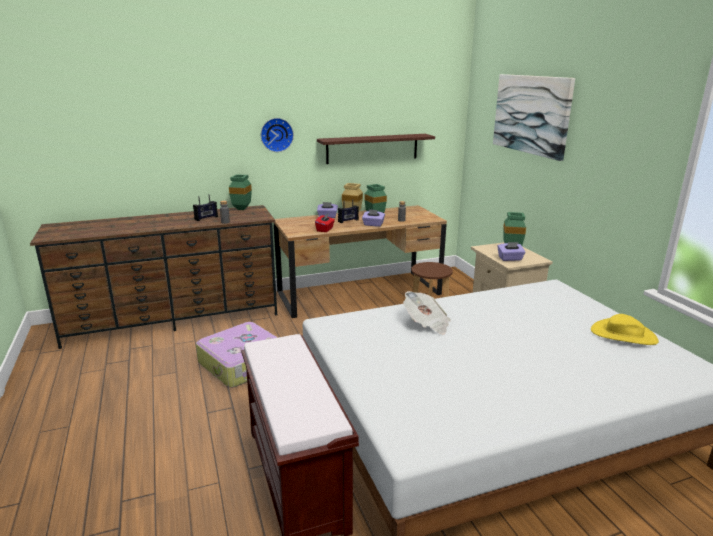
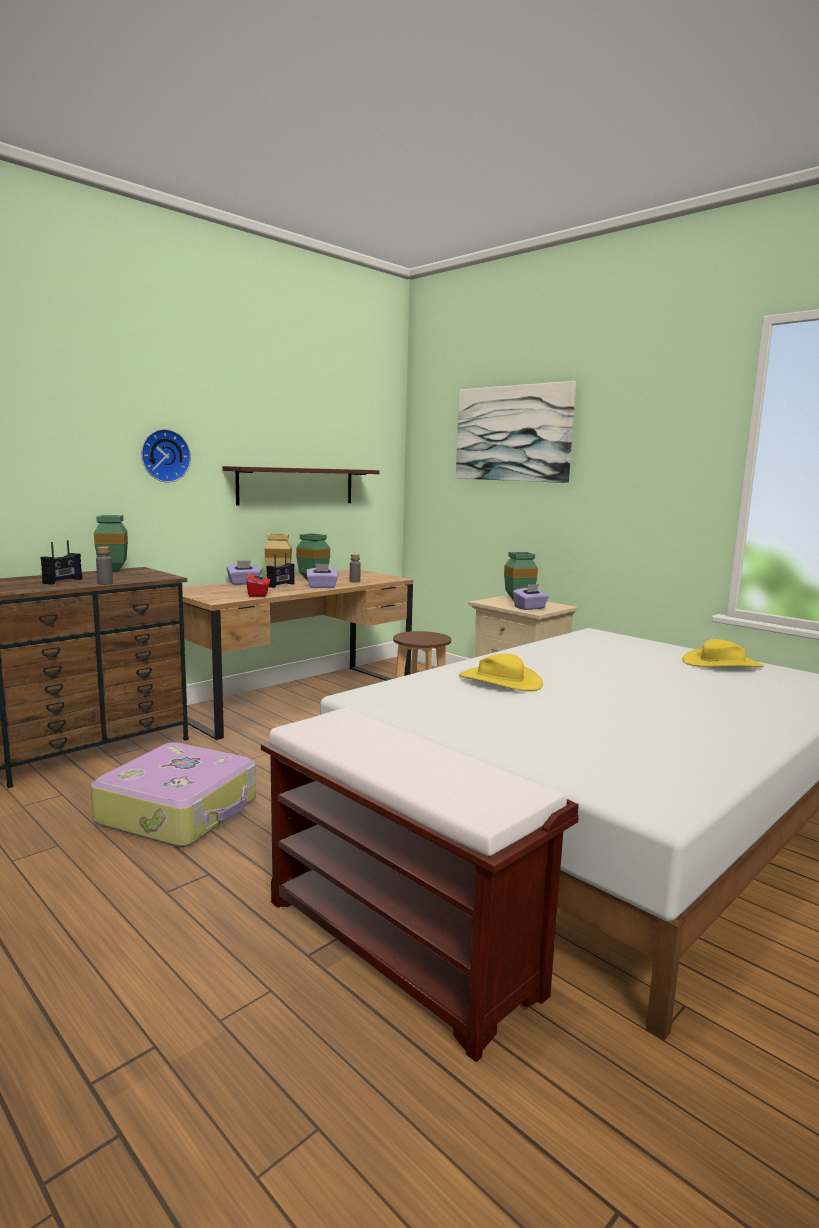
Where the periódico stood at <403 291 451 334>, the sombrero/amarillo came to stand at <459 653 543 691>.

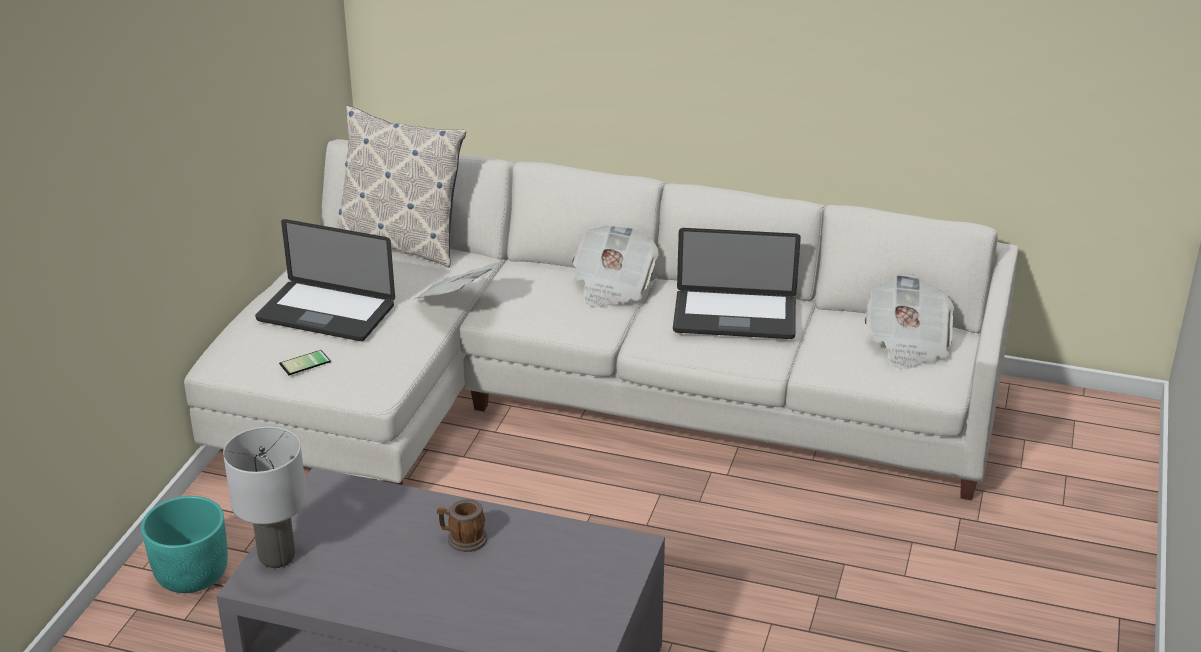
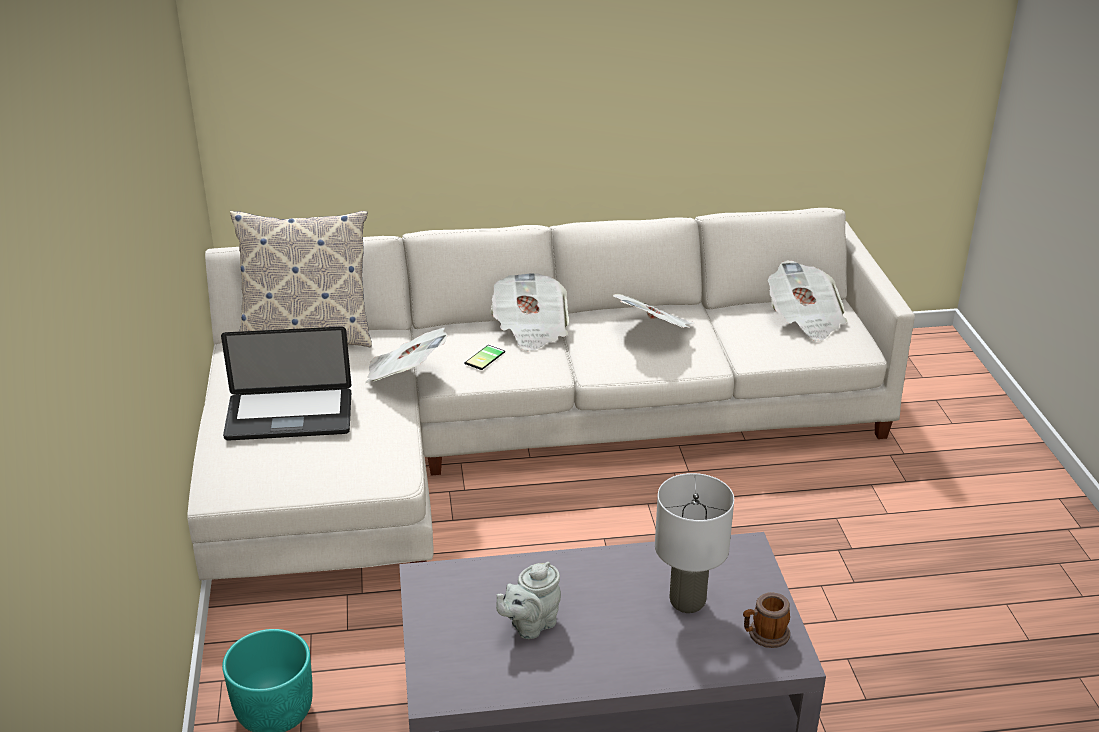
The lámpara de mesa/blanco ended up elsewhere, having gone from <223 426 307 568> to <655 473 734 613>. The móvil ended up elsewhere, having gone from <279 350 331 375> to <464 345 505 370>. The taza grande ended up elsewhere, having gone from <437 499 487 552> to <743 592 790 648>. Where the portátil stood at <673 228 801 339>, the periódico came to stand at <613 294 695 328>. The second view gained the tetera/gris at <496 562 561 639>.

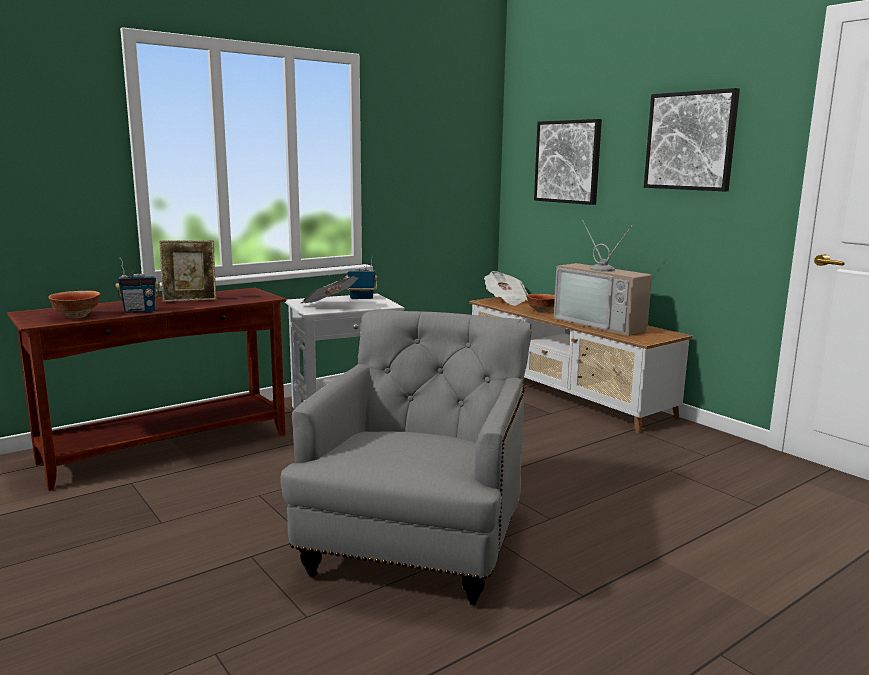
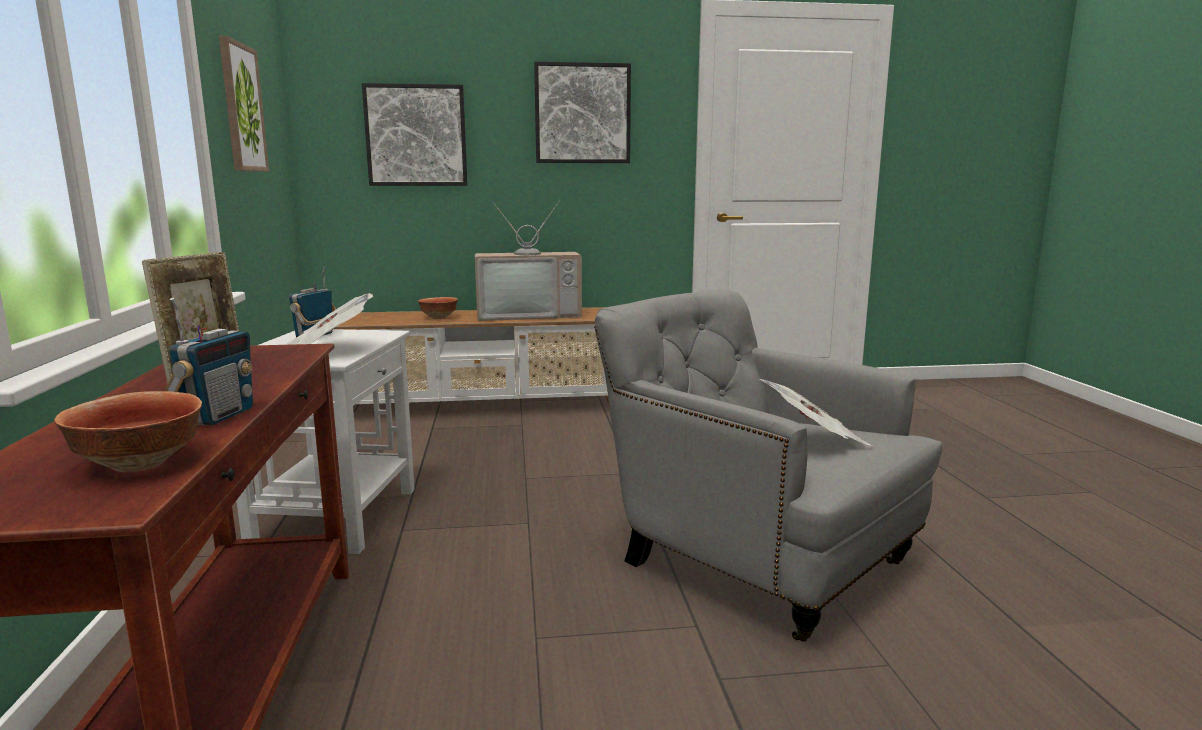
The periódico ended up elsewhere, having gone from <484 271 528 305> to <760 379 873 446>. The second view gained the cuadro at <219 35 269 171>.

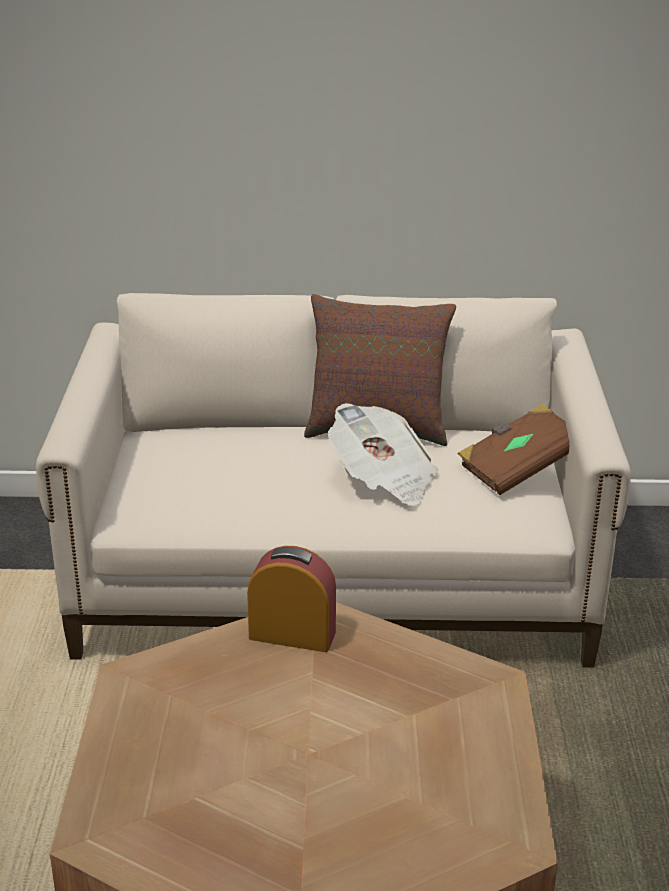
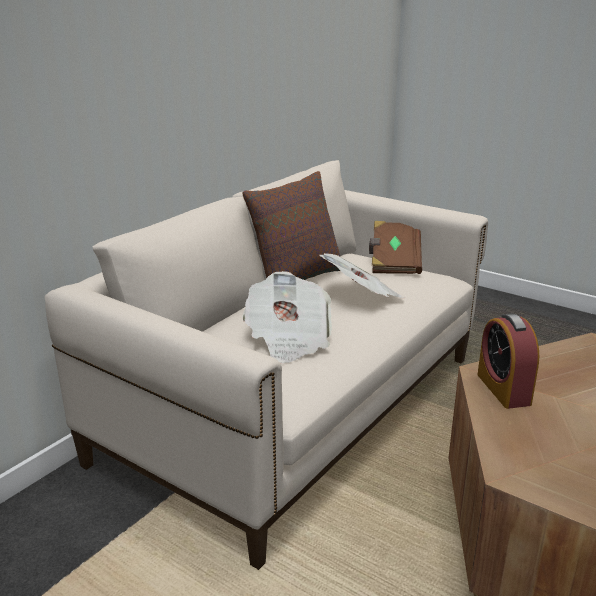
The despertador at <247 546 336 652> ended up facing another way, 60 degrees counterclockwise from before. The second view gained the periódico at <242 271 332 364>.

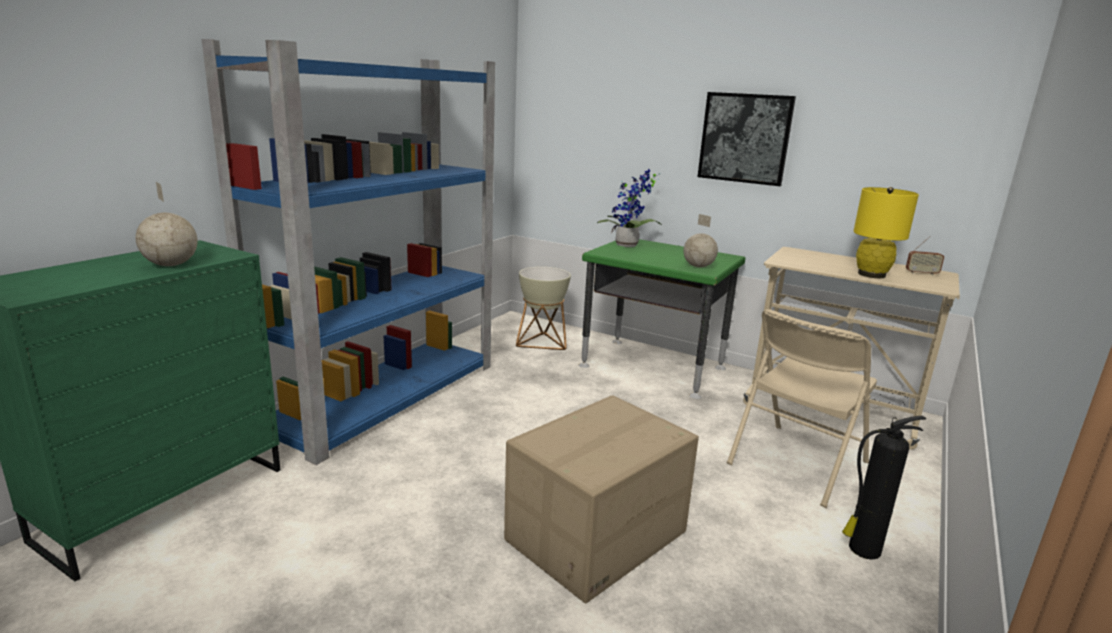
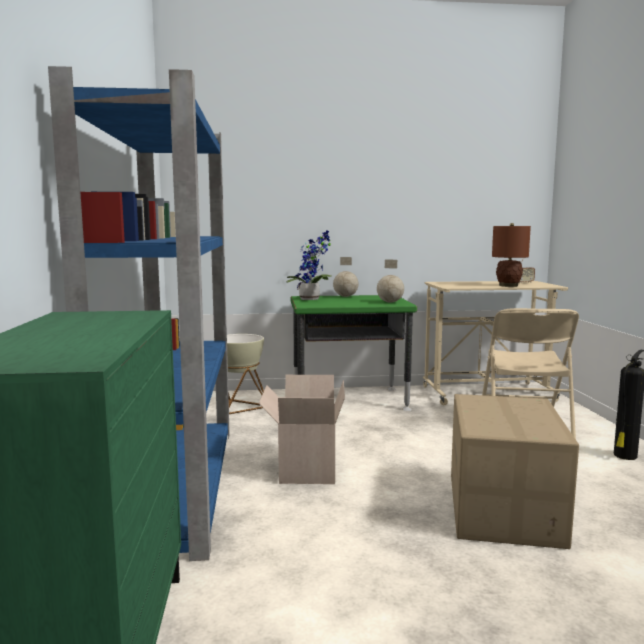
The globo terráqueo ended up elsewhere, having gone from <136 182 198 266> to <333 257 359 297>. The second view lost the cuadro at <698 92 796 186>. What was the lámpara de mesa/amarillo at <853 187 919 278> turned into the lámpara de mesa/marrón at <492 223 531 287>. The second view gained the caja de cartón at <259 375 345 484>.

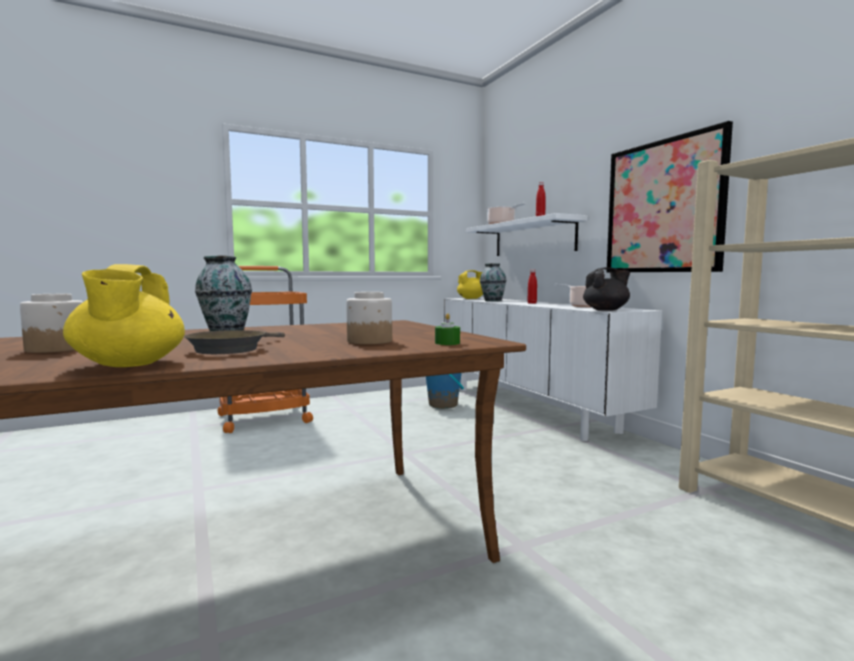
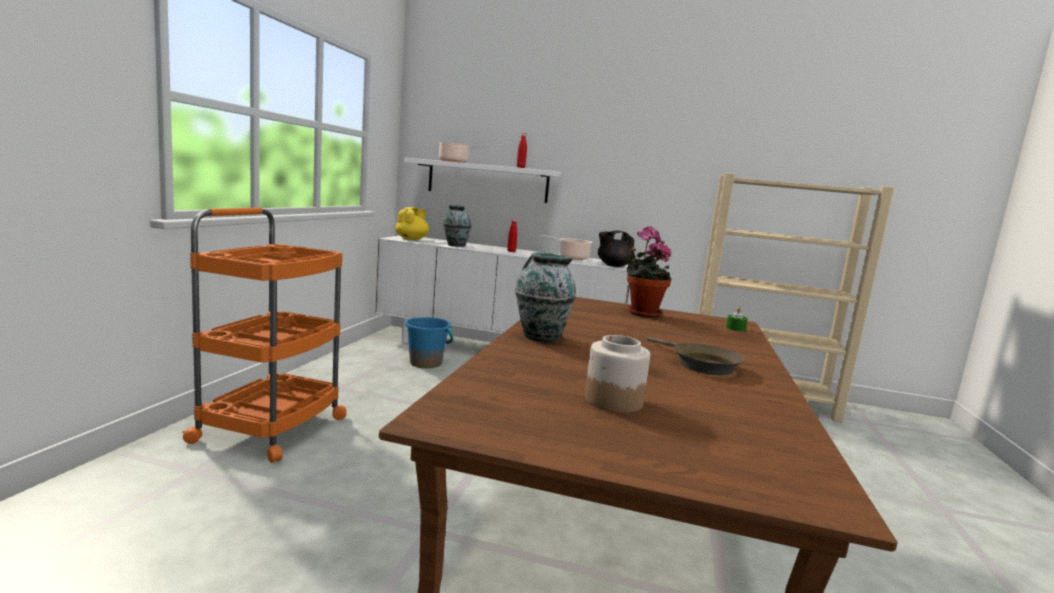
The second view lost the tetera/amarillo at <63 264 185 367>. The second view lost the tarro at <346 292 392 344>. The tetera/negro at <583 267 630 311> ended up facing another way, 135 degrees counterclockwise from before. The second view lost the cuadro at <607 121 733 273>. The second view gained the planta en maceta at <623 226 672 318>.

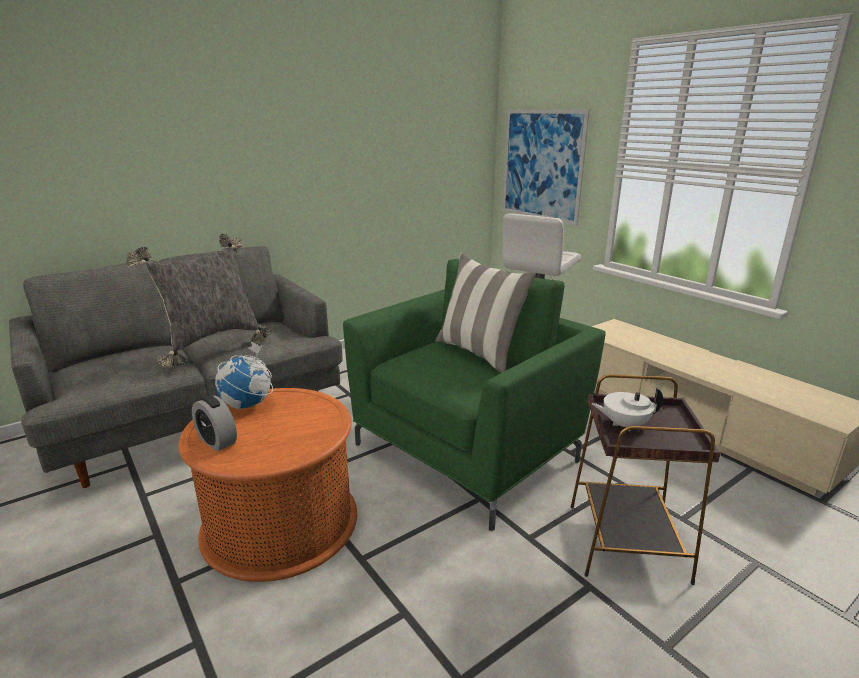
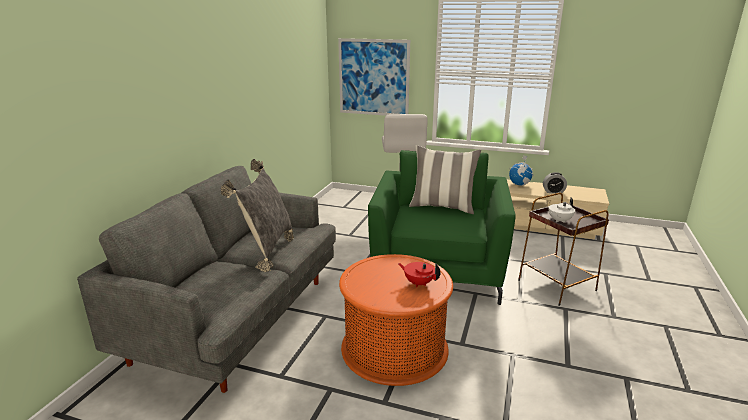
The despertador ended up elsewhere, having gone from <192 395 237 451> to <543 172 567 193>. The globo terráqueo ended up elsewhere, having gone from <215 341 273 409> to <509 155 534 186>. The second view gained the tetera/rojo at <398 262 441 287>.

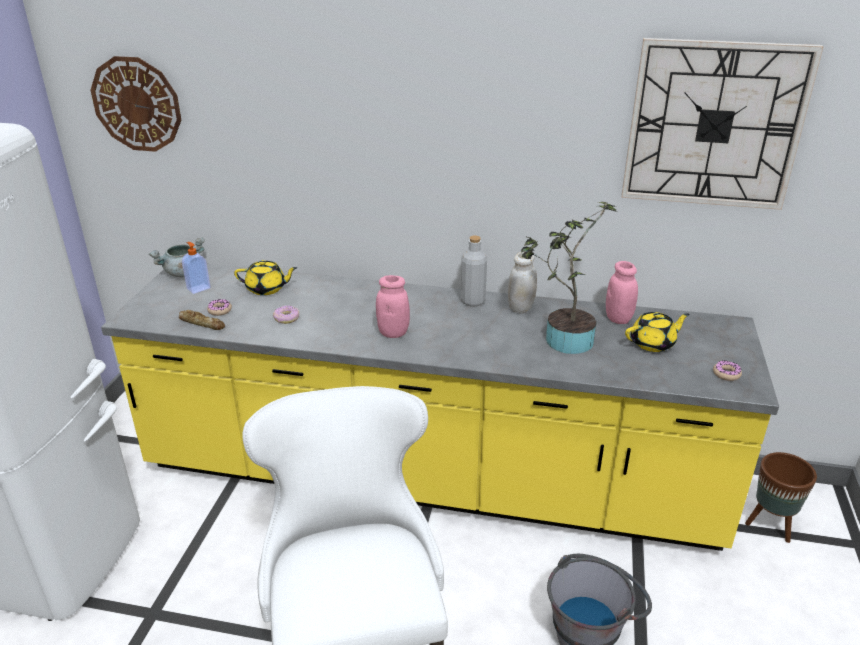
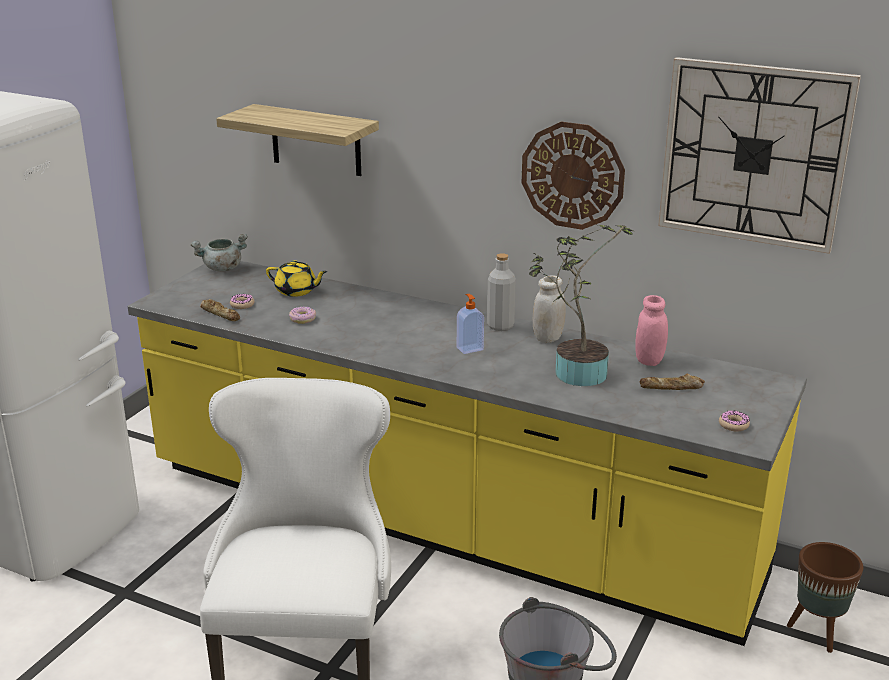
The reloj de pared ended up elsewhere, having gone from <90 56 181 152> to <522 122 625 230>. The dispensador de jabón ended up elsewhere, having gone from <182 242 211 294> to <457 294 484 354>. The second view lost the tarro/rosa at <376 275 410 338>. Where the tetera/amarillo stood at <625 312 689 352>, the pan came to stand at <640 373 705 390>. The second view gained the estante at <216 104 379 176>.

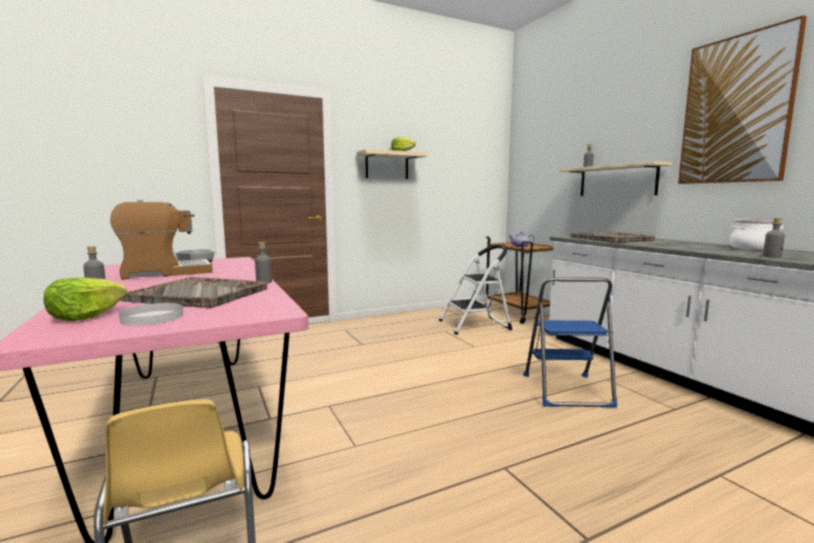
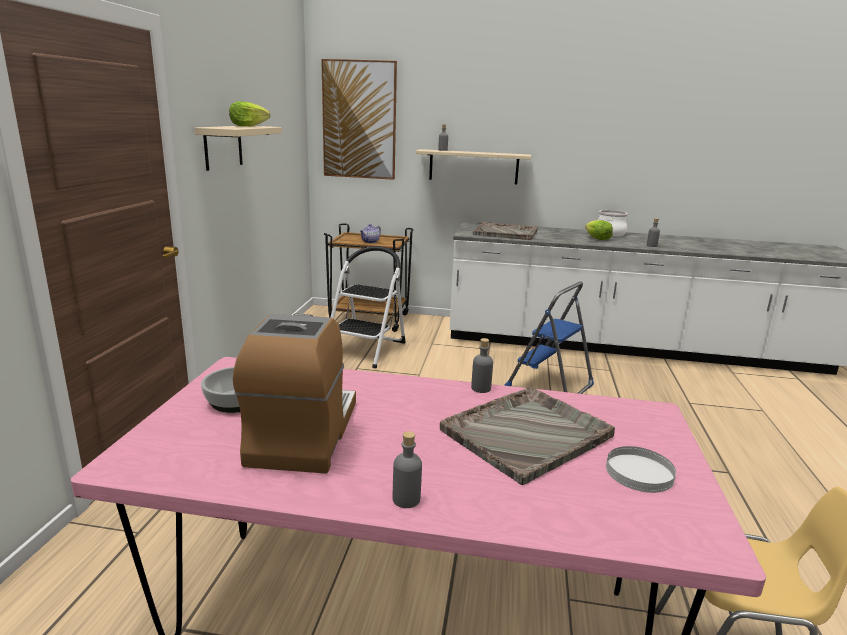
The lechuga ended up elsewhere, having gone from <44 277 127 321> to <585 220 613 240>. The cuadro ended up elsewhere, having gone from <678 15 807 184> to <321 59 397 180>.

